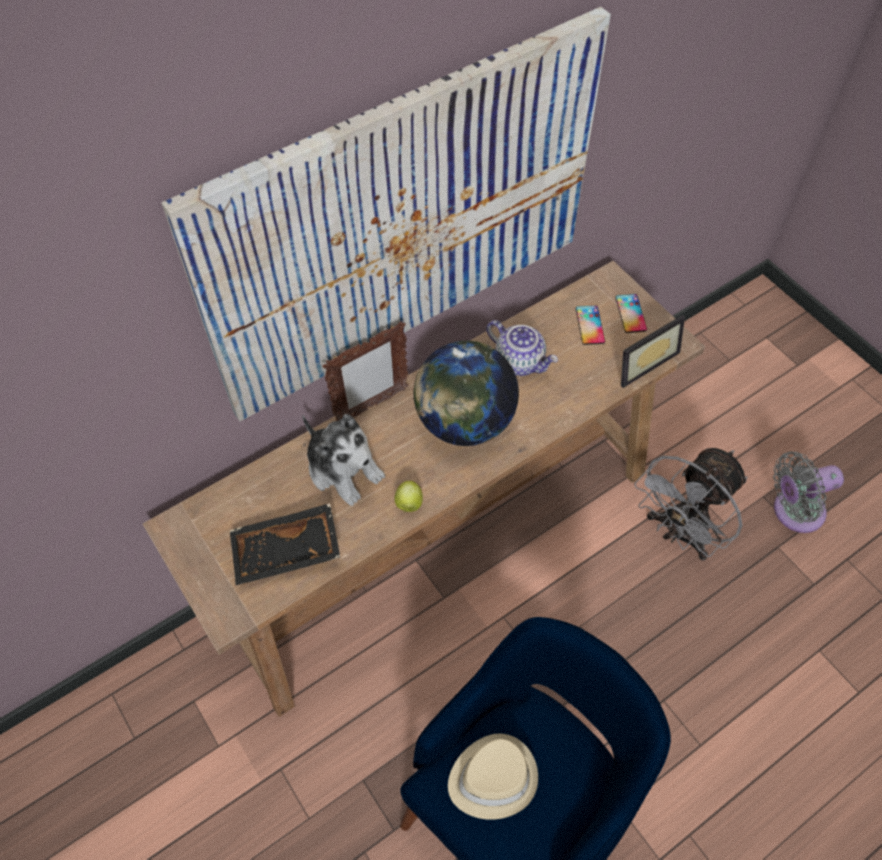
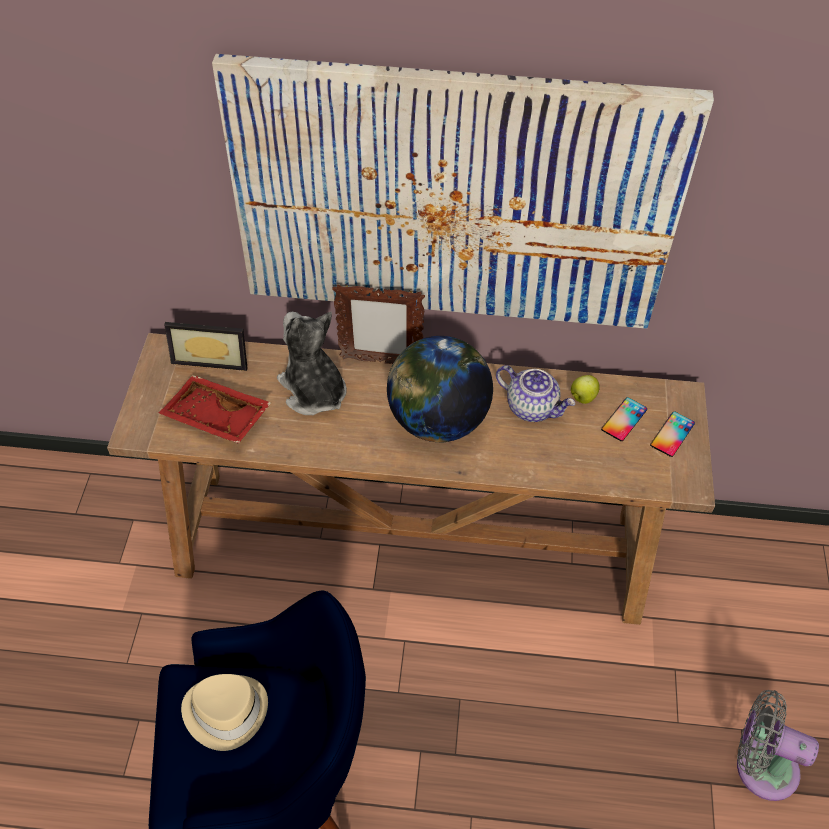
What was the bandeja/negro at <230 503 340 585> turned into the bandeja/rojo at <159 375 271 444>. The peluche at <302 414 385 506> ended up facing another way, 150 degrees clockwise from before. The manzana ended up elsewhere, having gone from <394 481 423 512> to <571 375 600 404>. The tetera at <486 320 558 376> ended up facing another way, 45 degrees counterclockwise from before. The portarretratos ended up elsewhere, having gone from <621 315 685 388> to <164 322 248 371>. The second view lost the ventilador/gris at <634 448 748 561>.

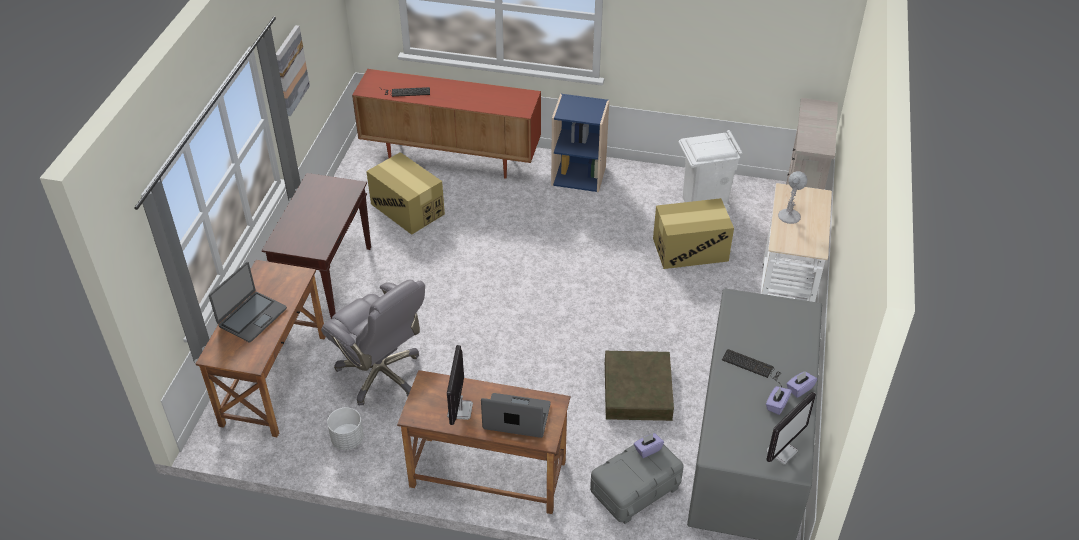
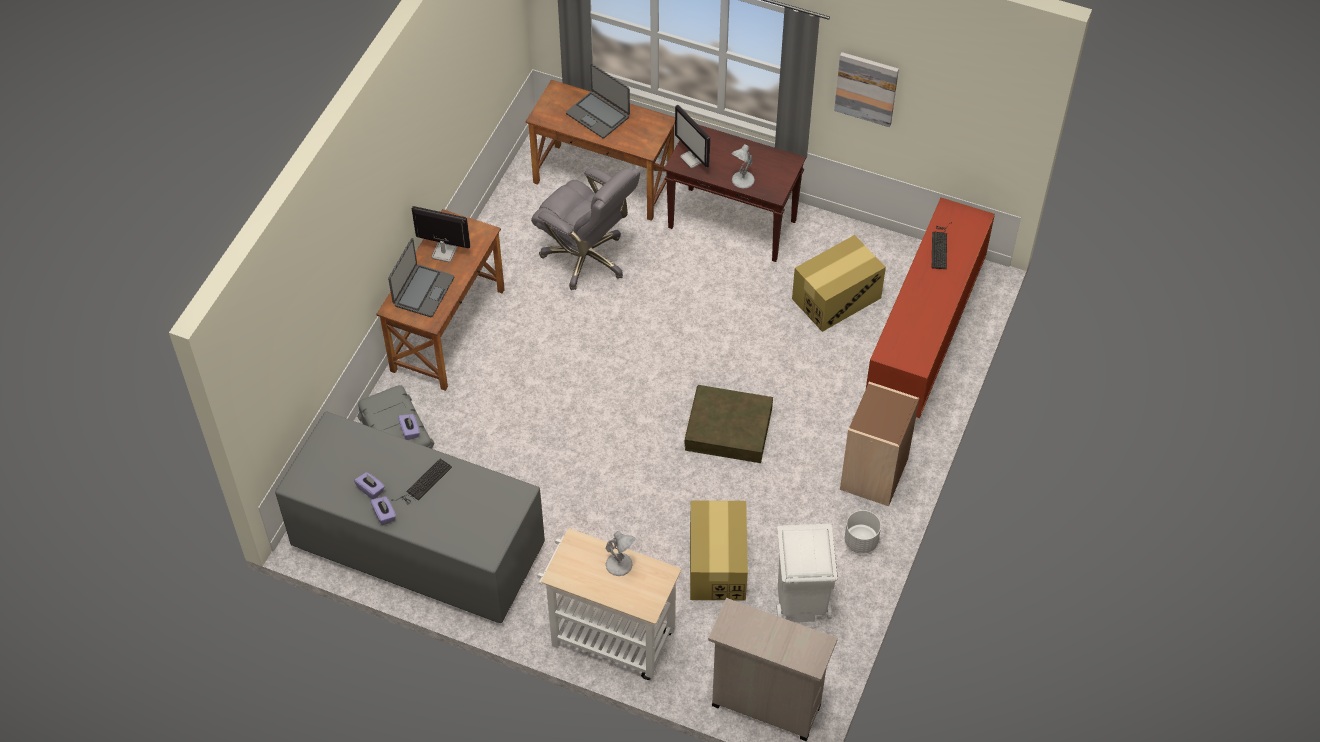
The silla de oficina/gris at <321 280 425 406> ended up facing another way, 105 degrees counterclockwise from before. The maceta/blanco ended up elsewhere, having gone from <327 407 364 450> to <845 510 881 554>. What was the estantería/azul at <551 94 609 192> turned into the estantería/marrón at <840 382 919 506>. The caja de almacenaje/marrón ended up elsewhere, having gone from <605 351 674 421> to <684 385 773 463>. The monitor ended up elsewhere, having gone from <766 392 816 464> to <675 105 710 168>. The second view gained the lámpara de mesa/blanco at <732 144 755 189>.

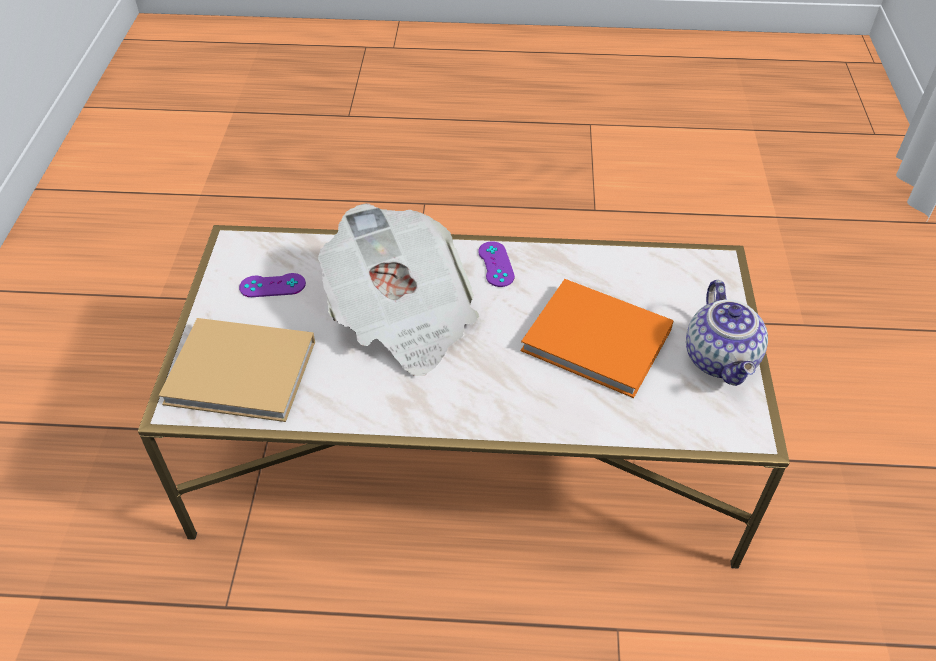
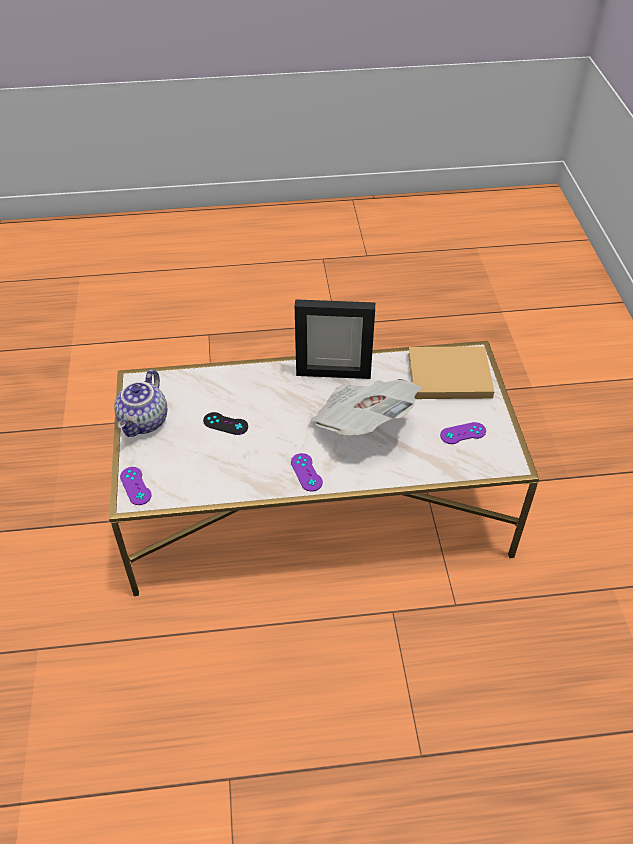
Where the libro/naranja stood at <521 279 674 398>, the mando de consola/negro came to stand at <203 412 248 435>. The tetera at <686 280 768 386> ended up facing another way, 150 degrees counterclockwise from before. The second view gained the mando de consola/morado at <120 467 152 505>. The second view gained the portarretratos at <295 299 375 379>.

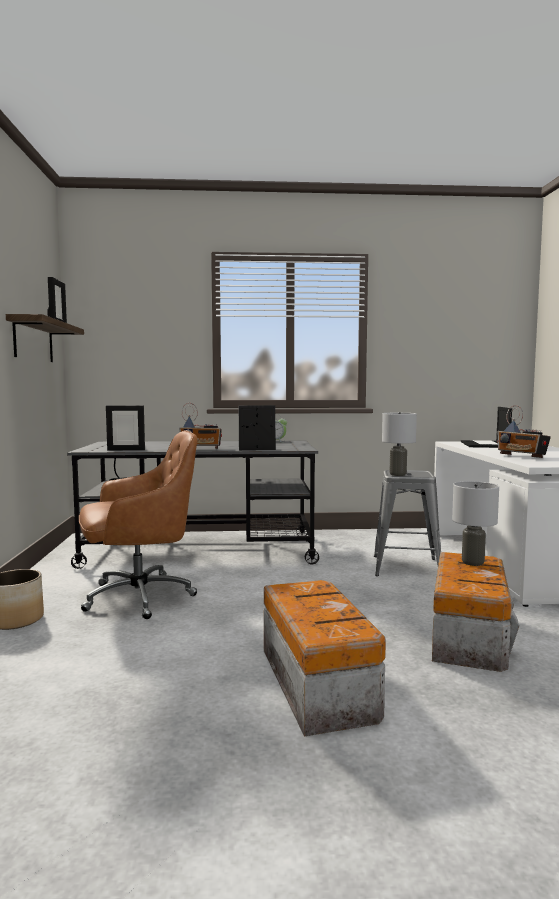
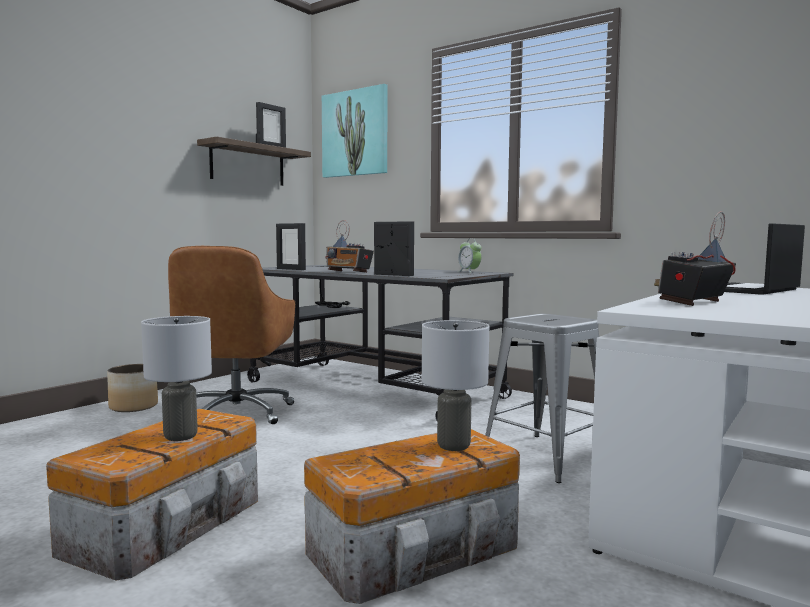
The silla de oficina/marrón at <79 430 198 619> ended up facing another way, 75 degrees clockwise from before. The lámpara de mesa/blanco ended up elsewhere, having gone from <382 412 417 476> to <141 316 212 441>. The radio at <497 405 551 458> ended up facing another way, 45 degrees clockwise from before. The second view gained the cuadro at <322 84 387 178>.

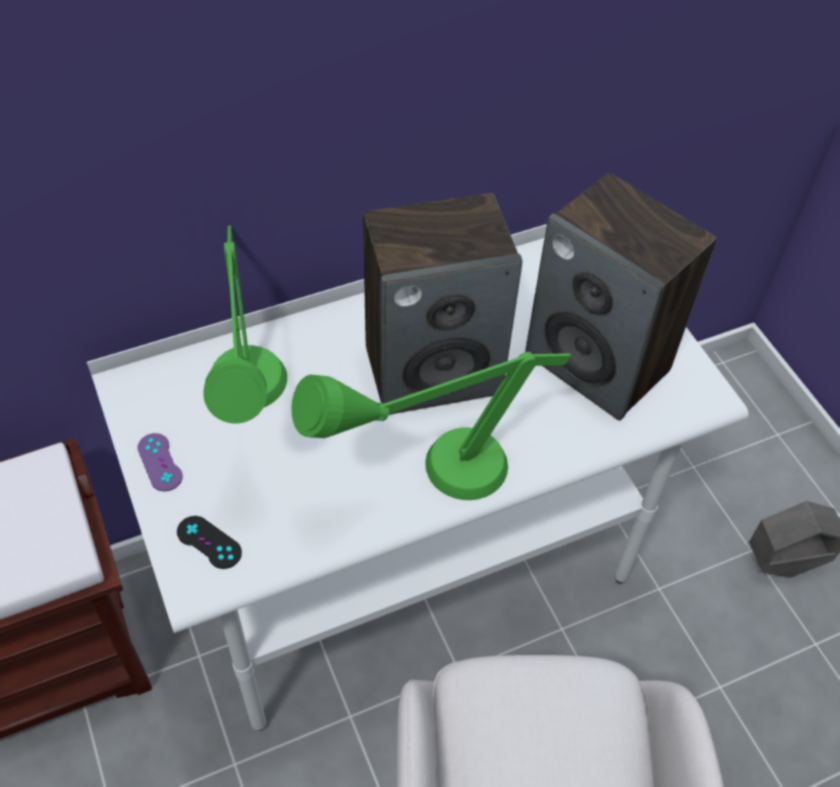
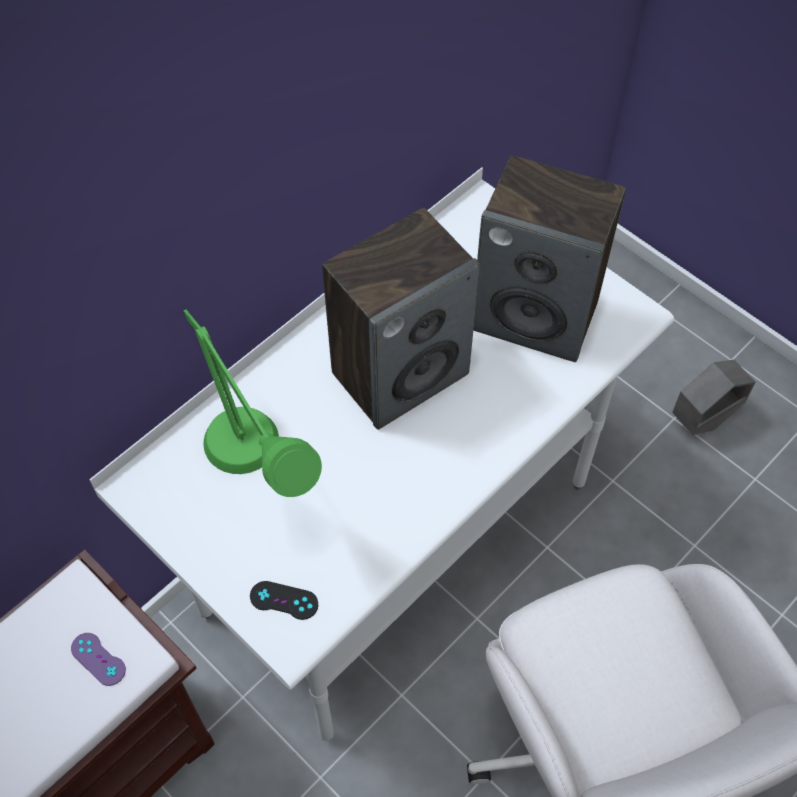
The mando de consola/morado ended up elsewhere, having gone from <138 433 183 491> to <71 633 126 686>. The second view lost the lámpara de mesa/verde at <291 352 571 500>.

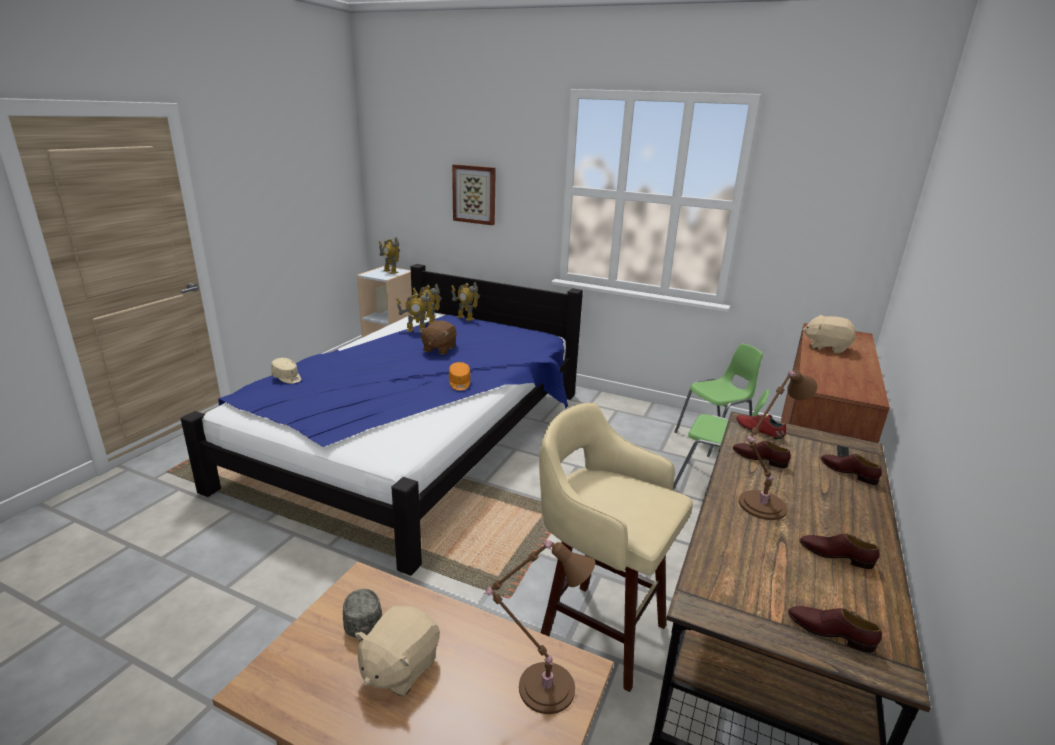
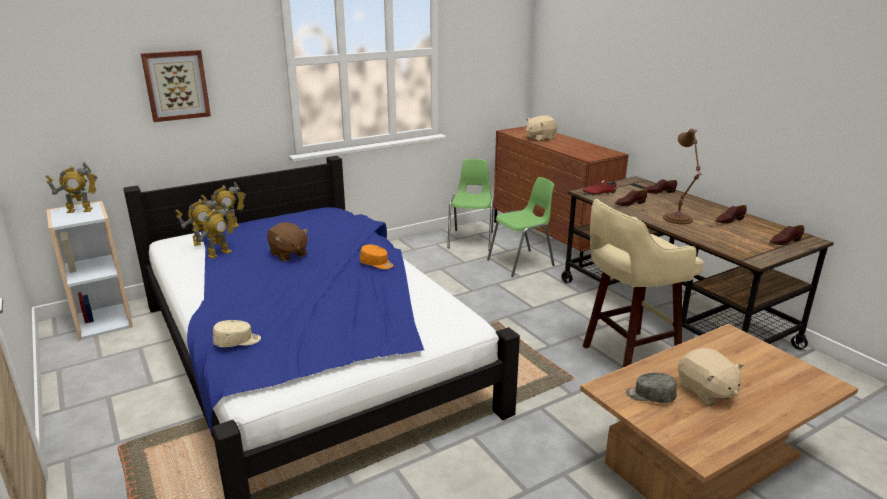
The second view lost the lámpara de mesa/marrón at <484 540 595 714>.

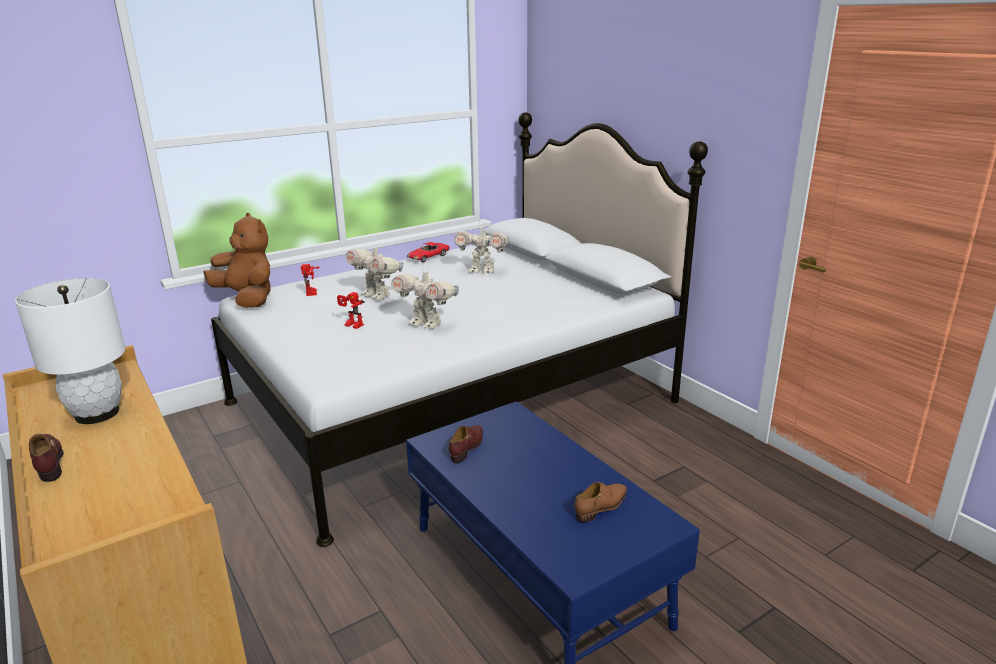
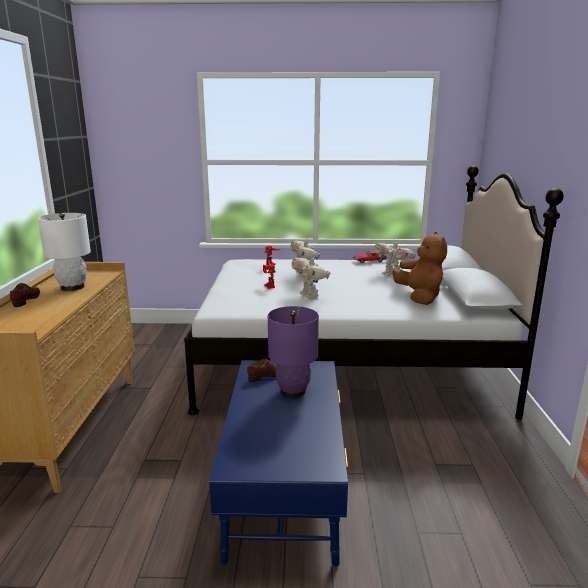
The peluche/marrón ended up elsewhere, having gone from <203 213 271 308> to <393 232 447 305>. The second view lost the zapato/marrón at <575 482 627 523>. The second view gained the lámpara de mesa/morado at <268 306 319 398>.

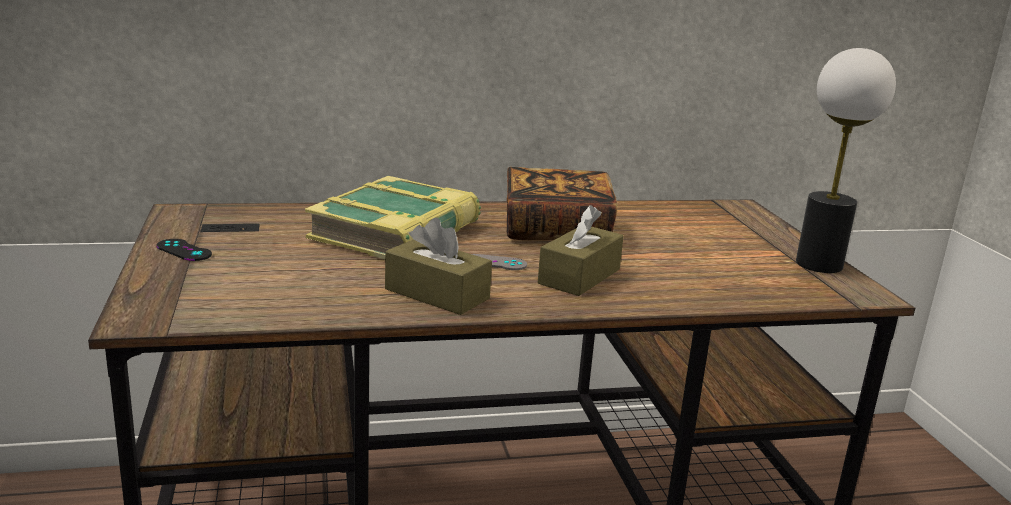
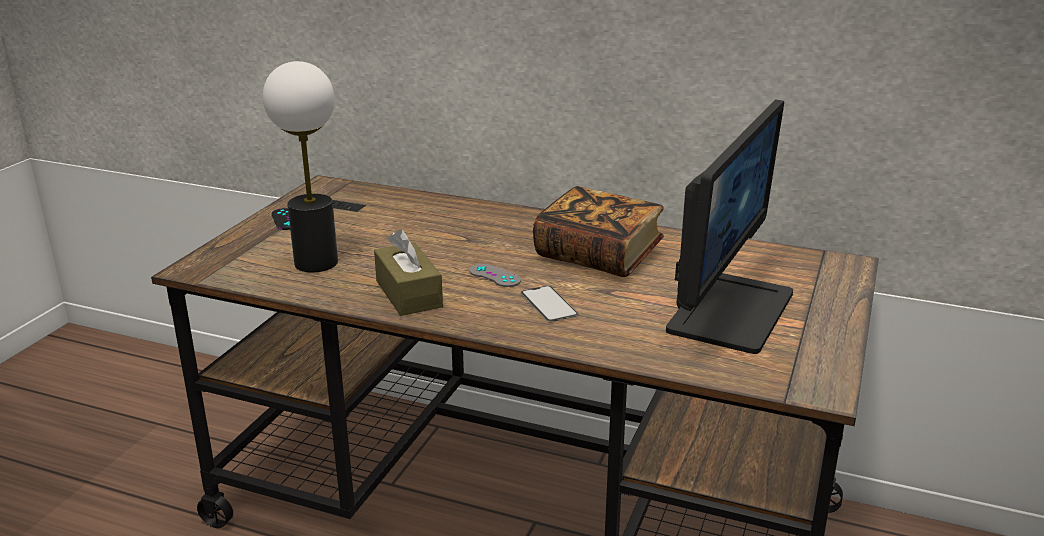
The second view lost the libro at <305 176 481 259>. Where the caja de pañuelos/marrón stood at <538 205 624 296>, the móvil came to stand at <521 286 578 322>. The lámpara de mesa ended up elsewhere, having gone from <796 48 896 273> to <263 61 338 273>. The second view gained the monitor at <666 99 793 354>.

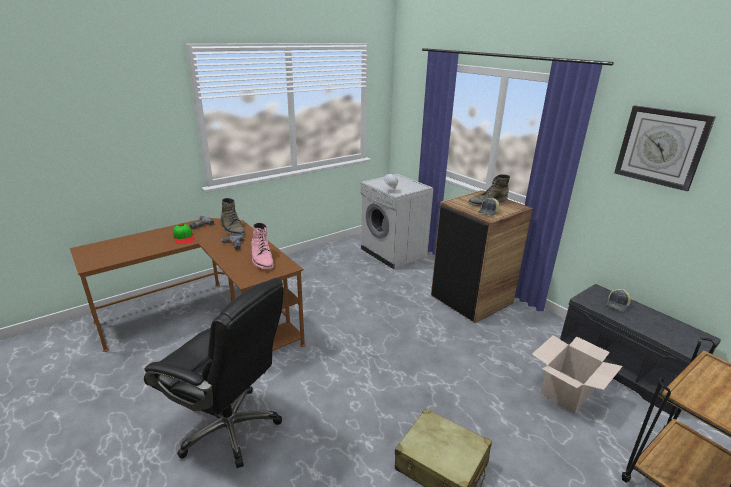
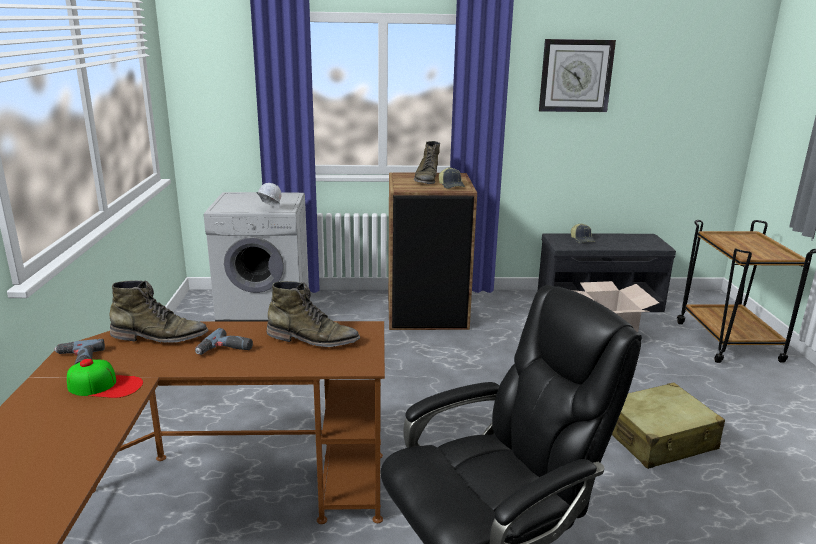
What was the bota/rosa at <251 223 274 269> turned into the bota/verde at <267 281 360 347>.

